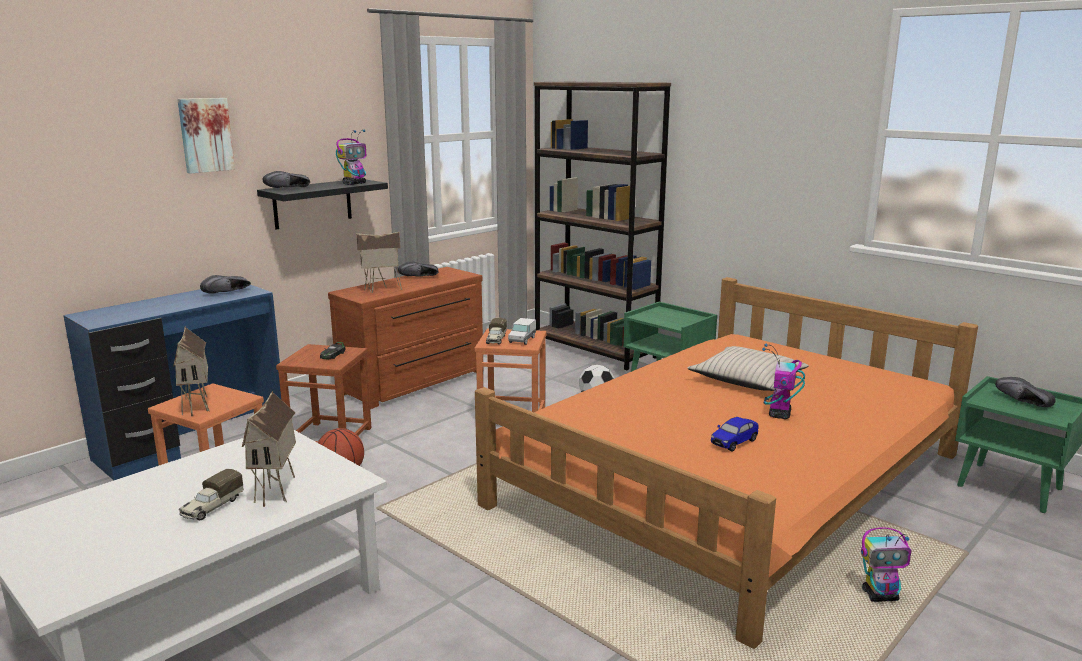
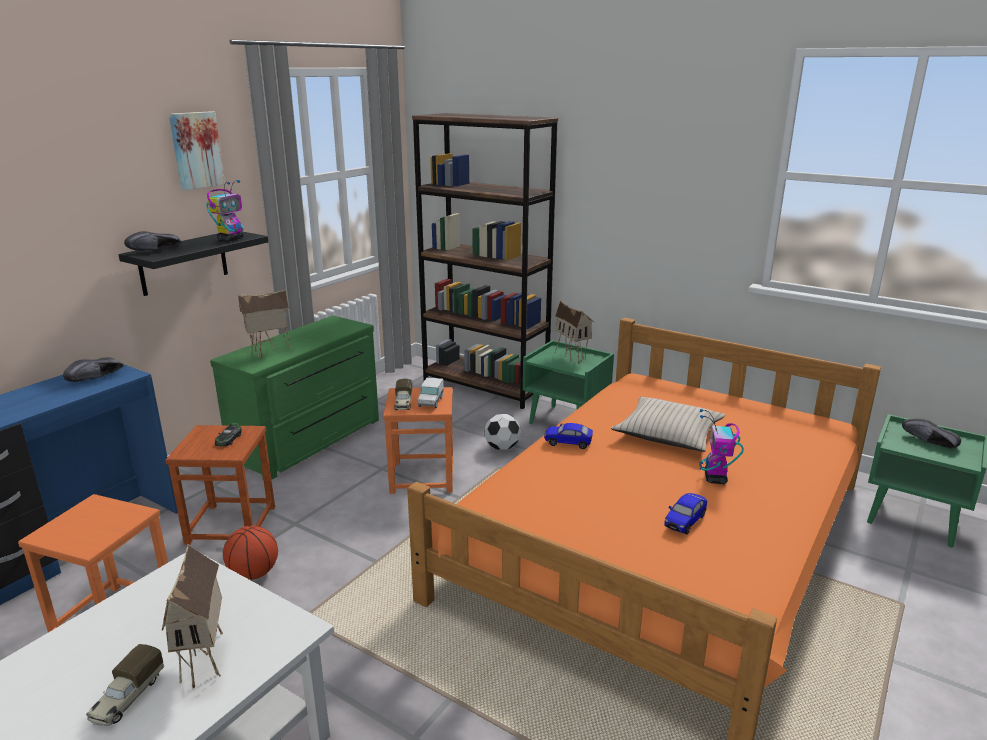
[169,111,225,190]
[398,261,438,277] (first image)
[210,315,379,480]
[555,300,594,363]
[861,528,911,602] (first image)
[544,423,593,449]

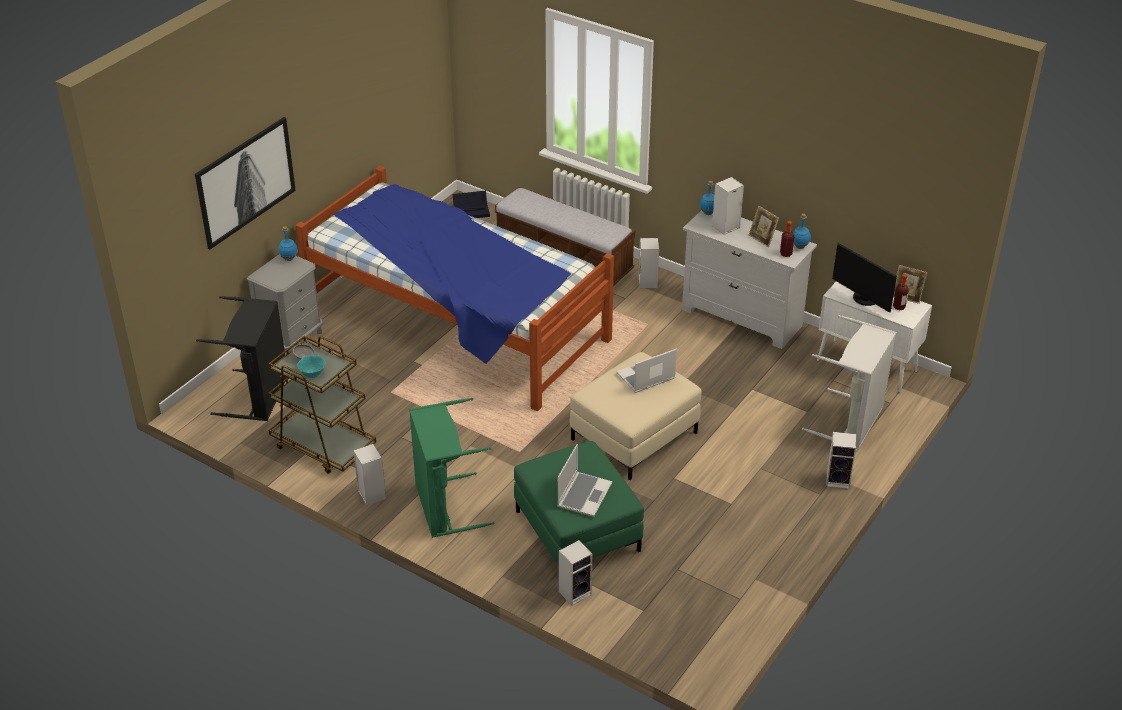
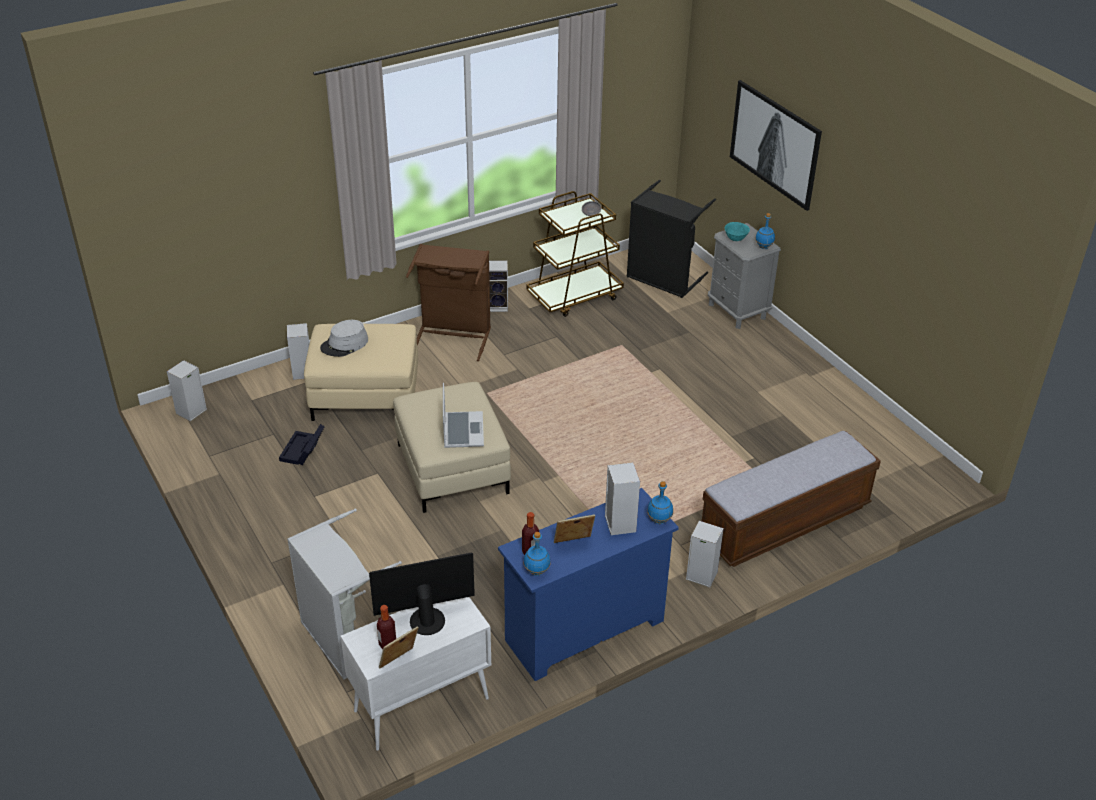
[295,166,614,411] (first image)
[279,424,325,465]
[498,488,679,681]
[725,222,750,241]
[406,244,491,361]
[167,360,207,422]
[304,324,418,421]
[320,320,368,357]

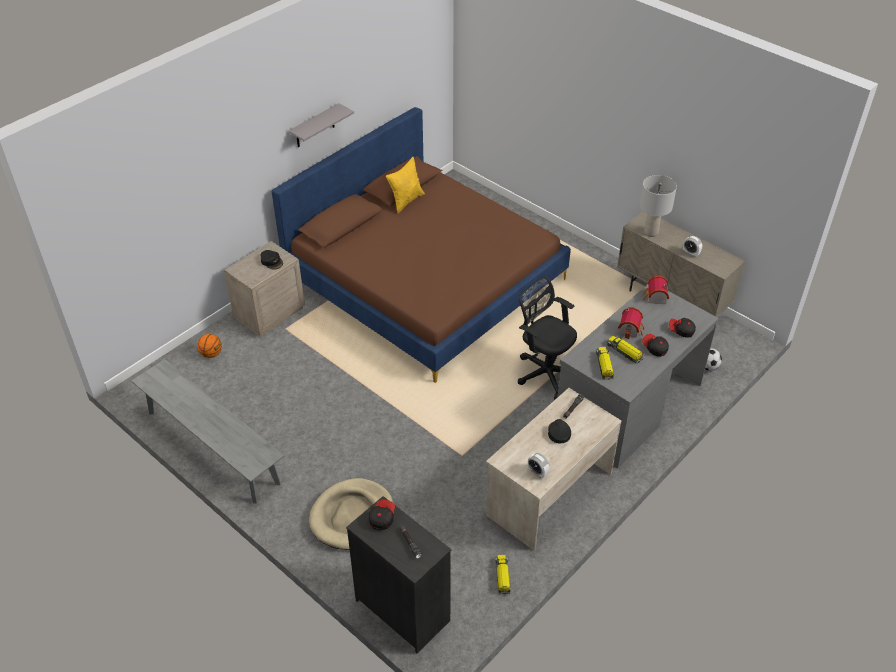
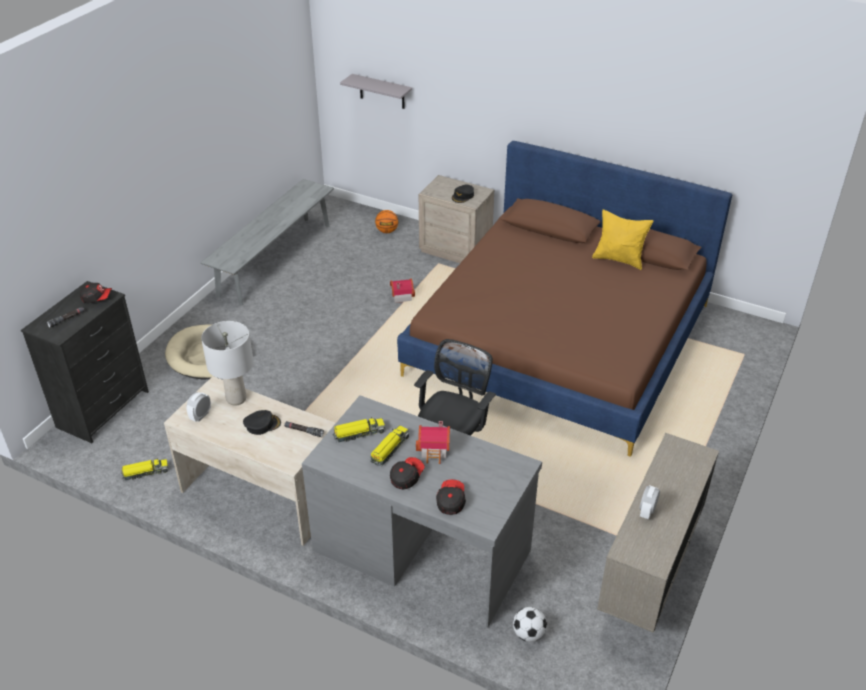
[340,74,412,109]
[201,321,254,406]
[390,278,415,303]

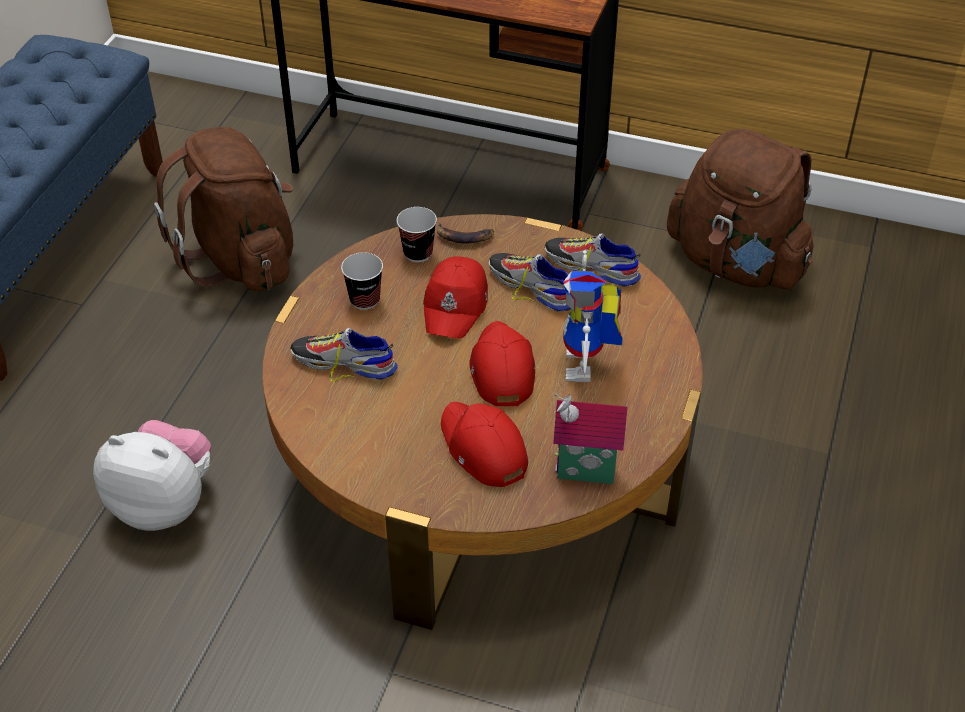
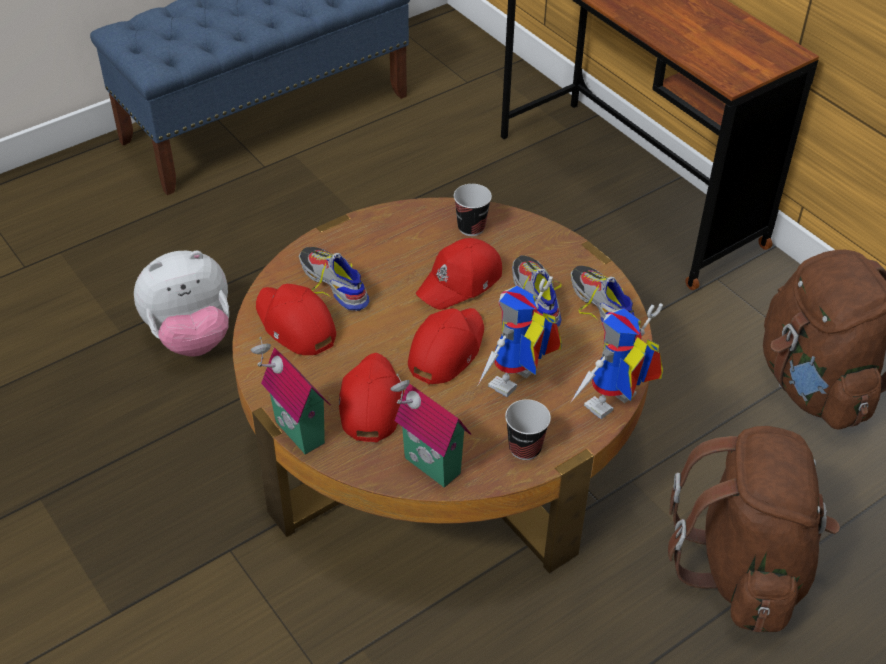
[668,426,840,632]
[437,222,494,244] (first image)
[505,399,551,460]
[134,250,229,357]
[256,284,336,355]
[570,303,663,419]
[251,337,331,455]

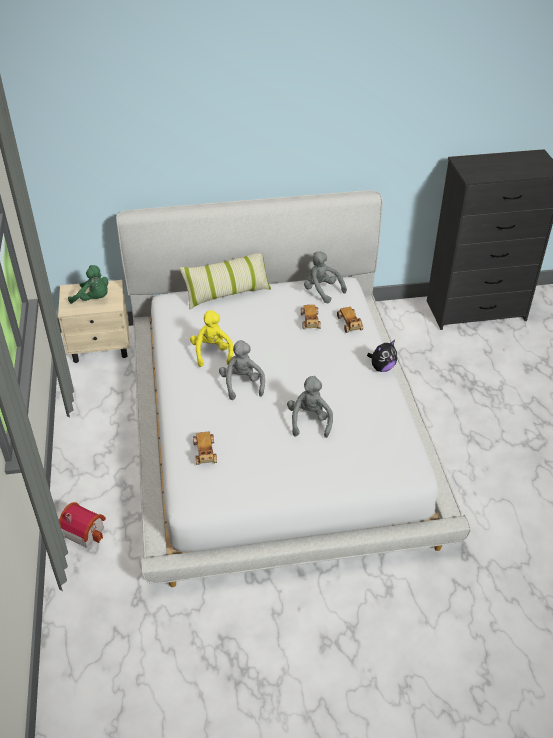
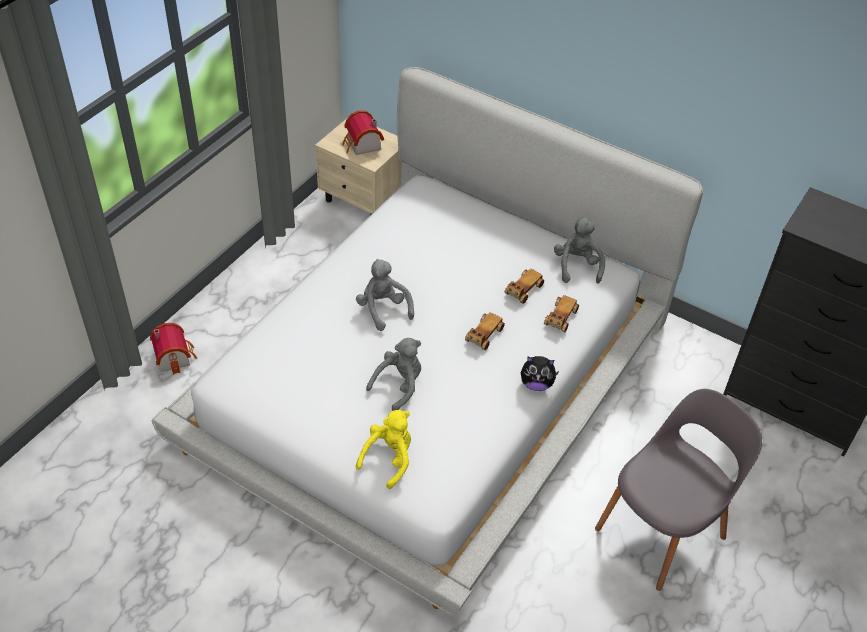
[180,253,271,310] (first image)
[342,111,384,155]
[356,410,411,489]
[356,259,414,331]
[465,312,505,350]
[595,389,762,591]

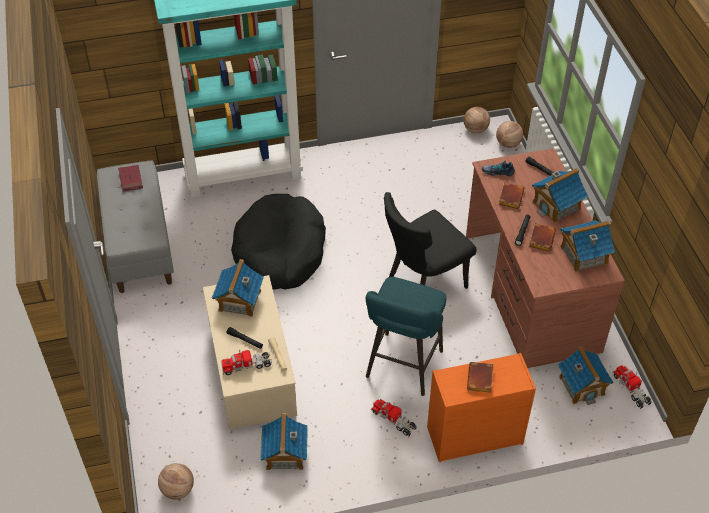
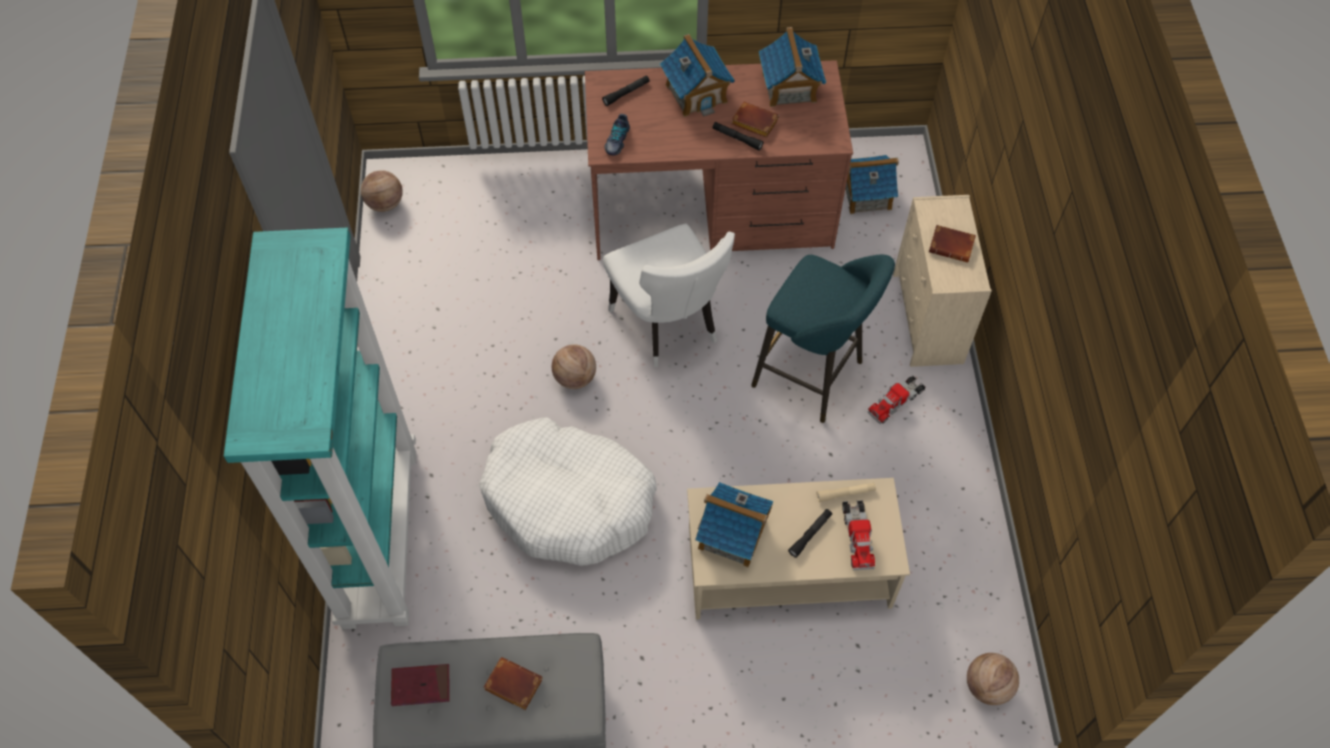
[552,344,596,389]
[484,657,543,710]
[603,224,735,367]
[479,418,657,566]
[893,195,992,367]
[613,365,652,409] (first image)
[260,413,308,470] (first image)

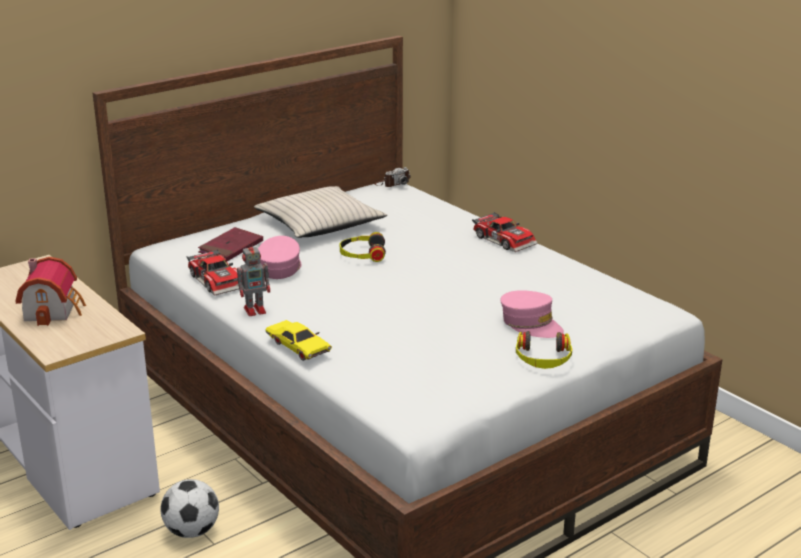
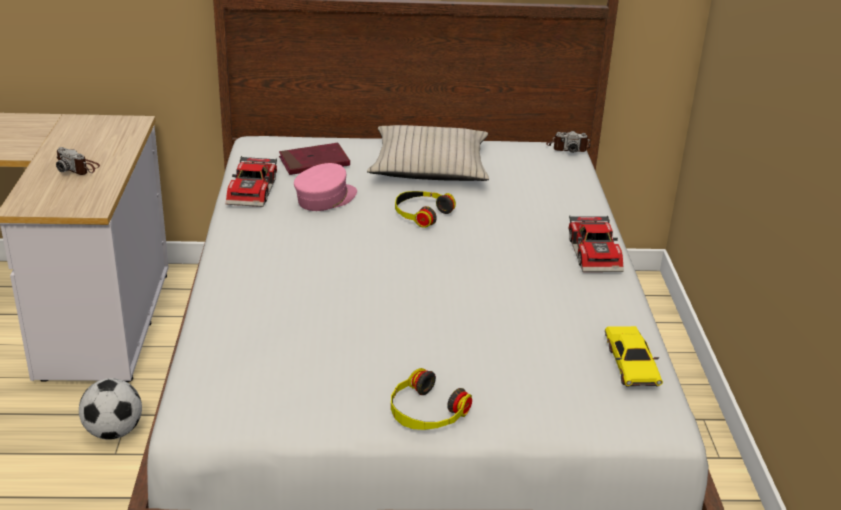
[237,241,270,316] (first image)
[56,147,100,175]
[501,290,564,338] (first image)
[605,326,663,387]

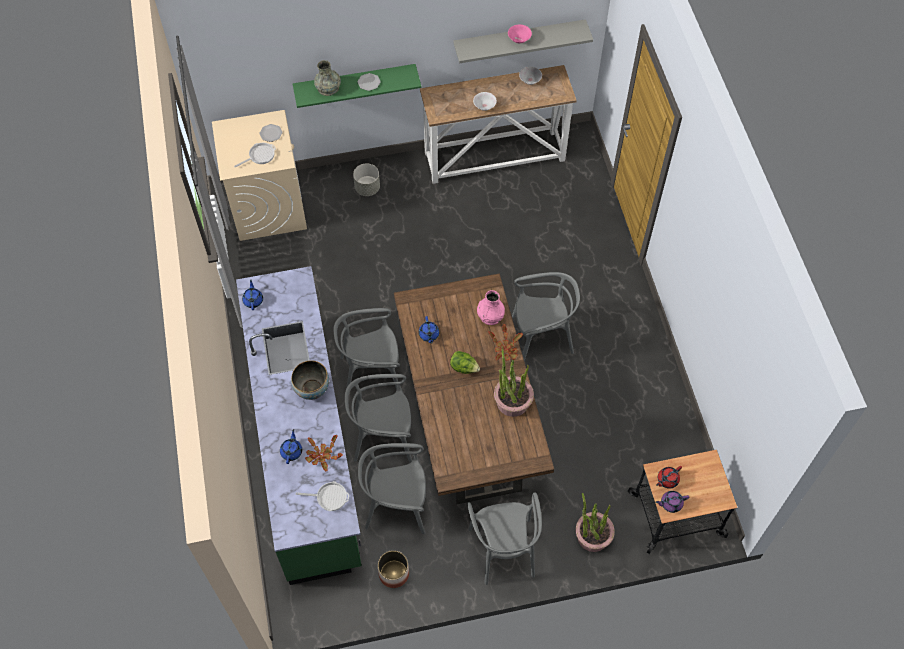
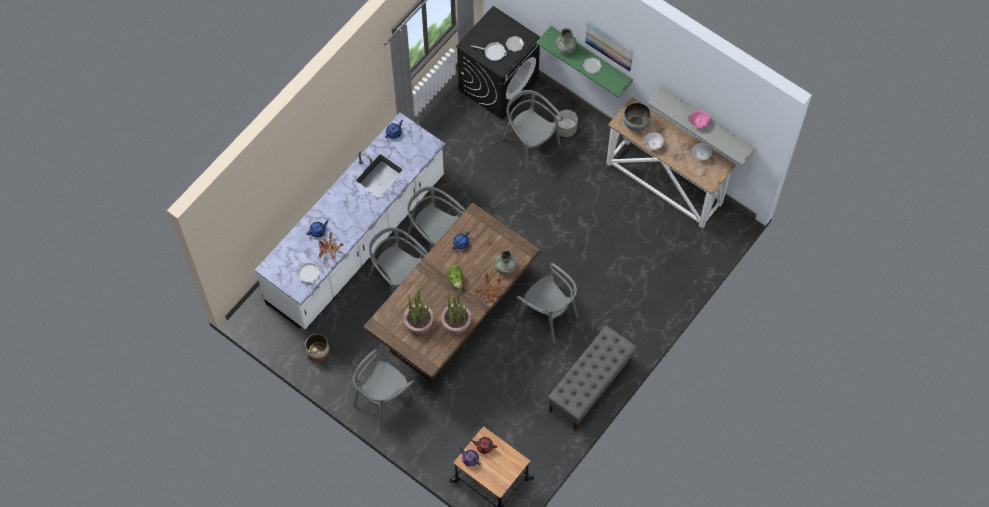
[456,6,540,120]
[255,113,445,329]
[494,250,516,275]
[623,103,651,131]
[502,90,563,170]
[404,283,434,334]
[585,22,633,72]
[548,326,637,431]

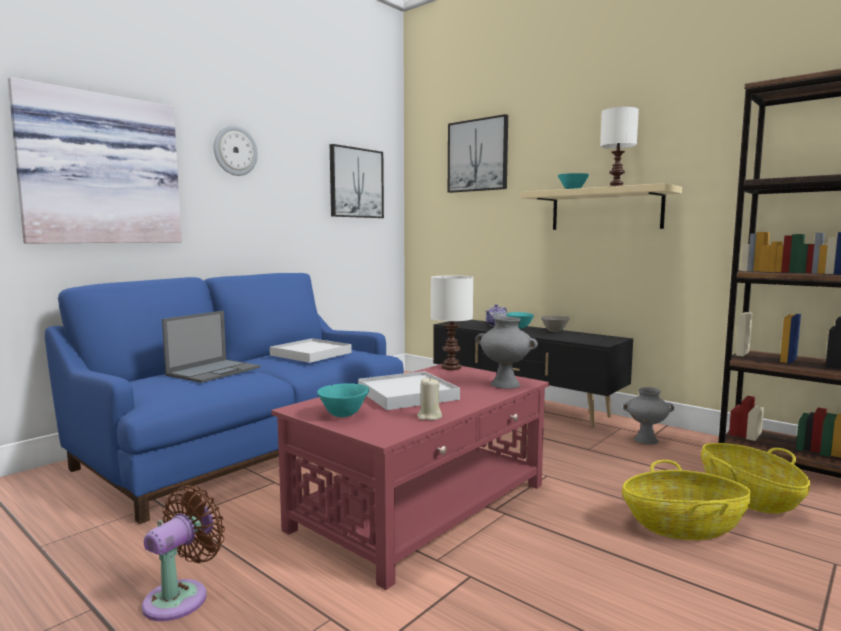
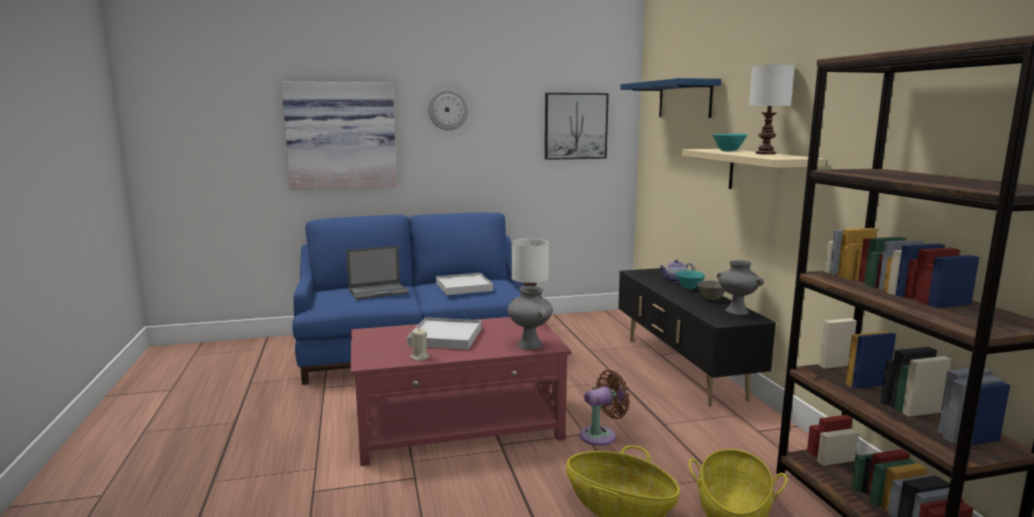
[620,78,721,118]
[317,383,369,417] (first image)
[717,260,764,315]
[580,370,630,446]

